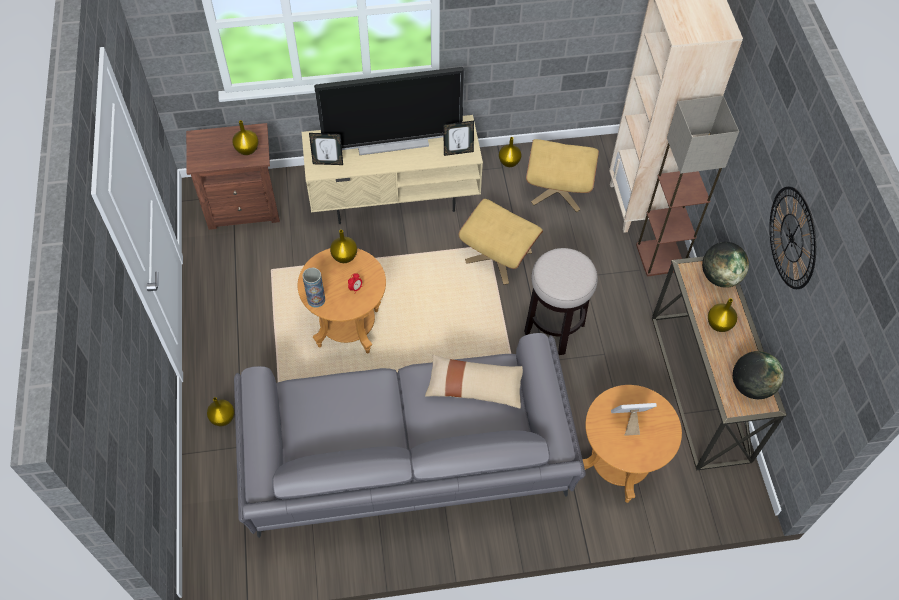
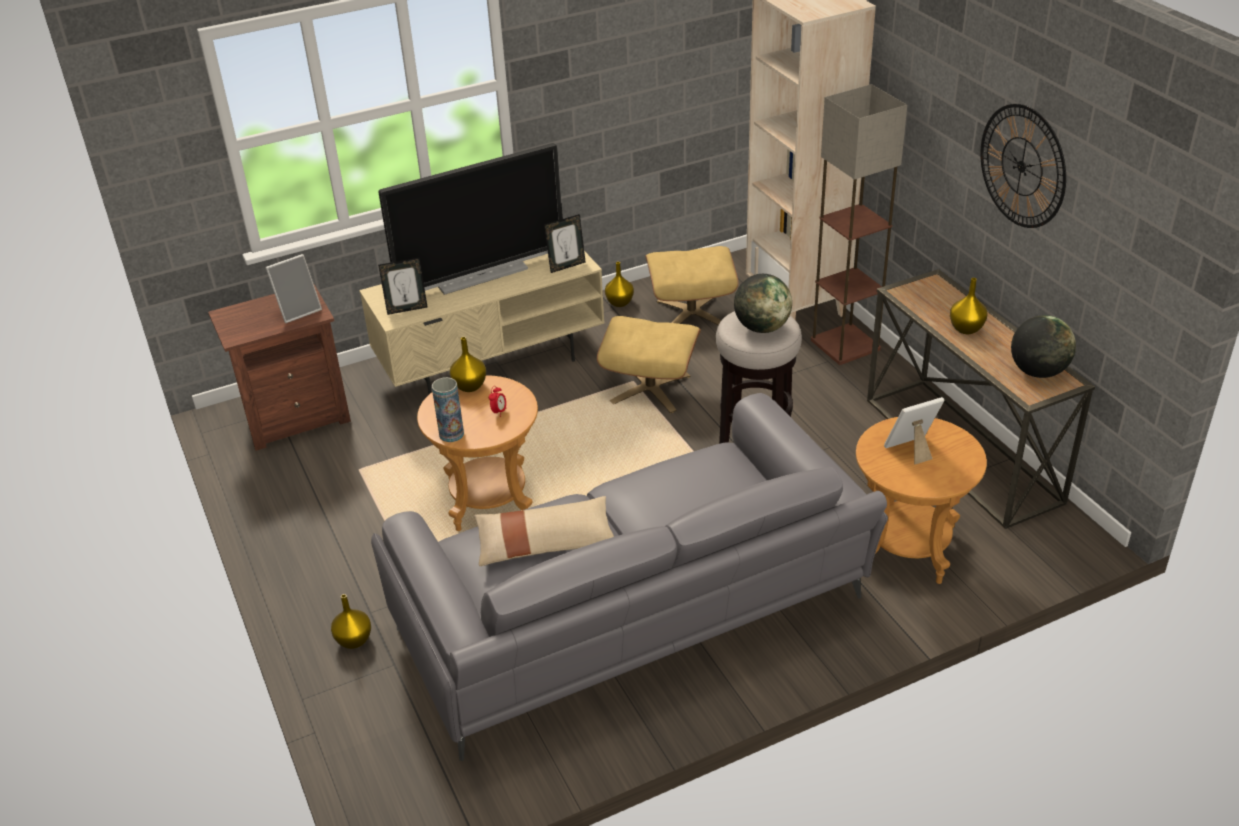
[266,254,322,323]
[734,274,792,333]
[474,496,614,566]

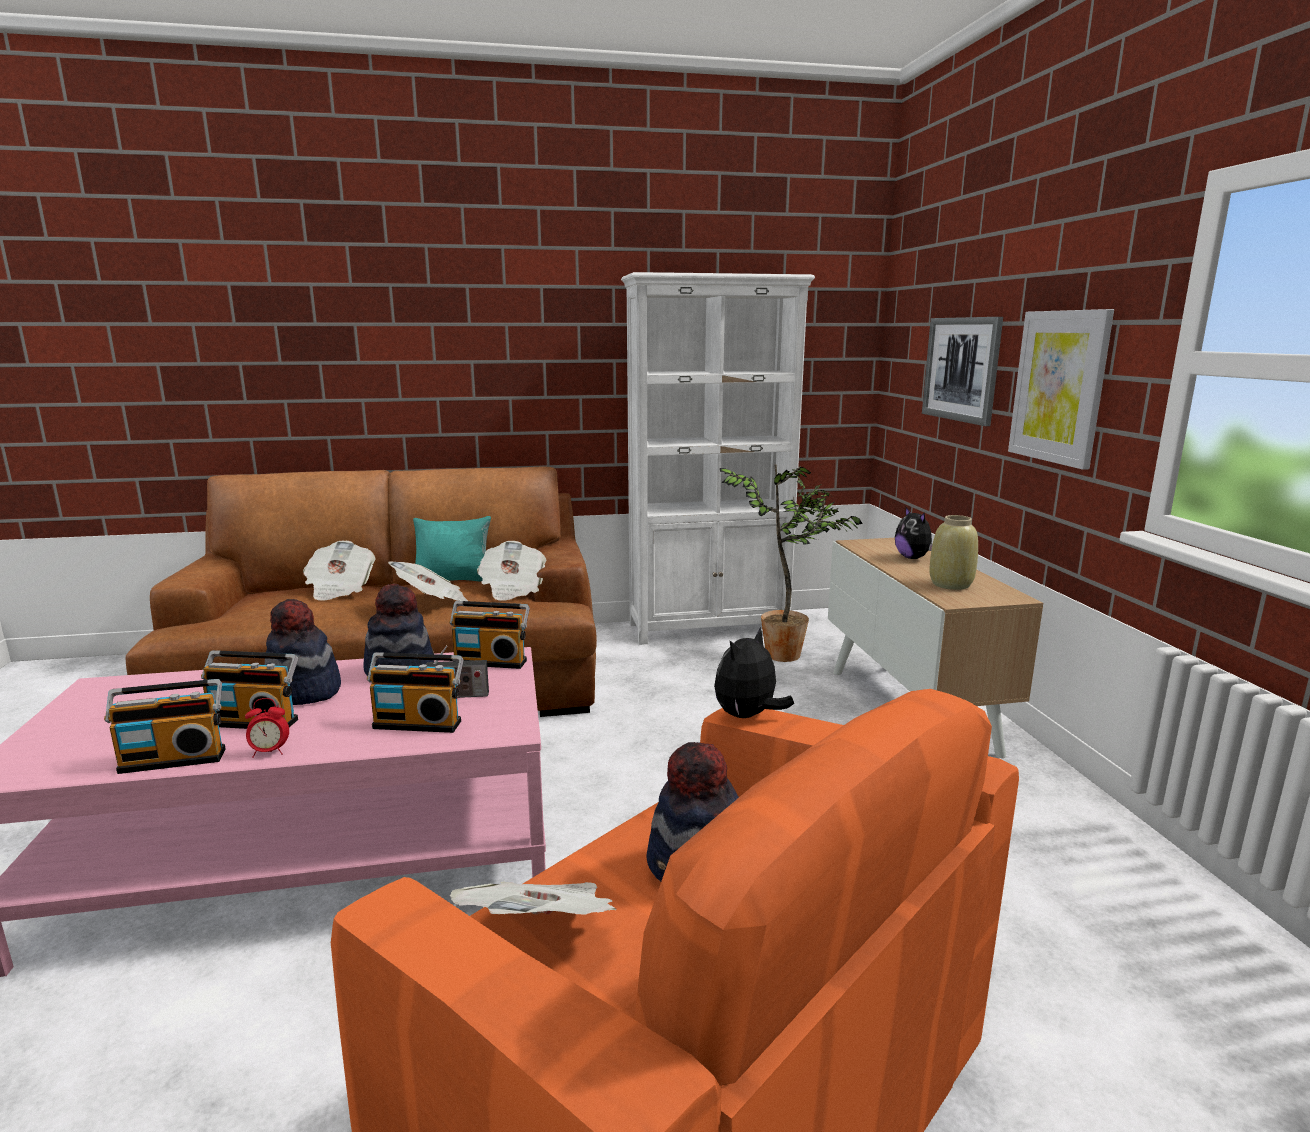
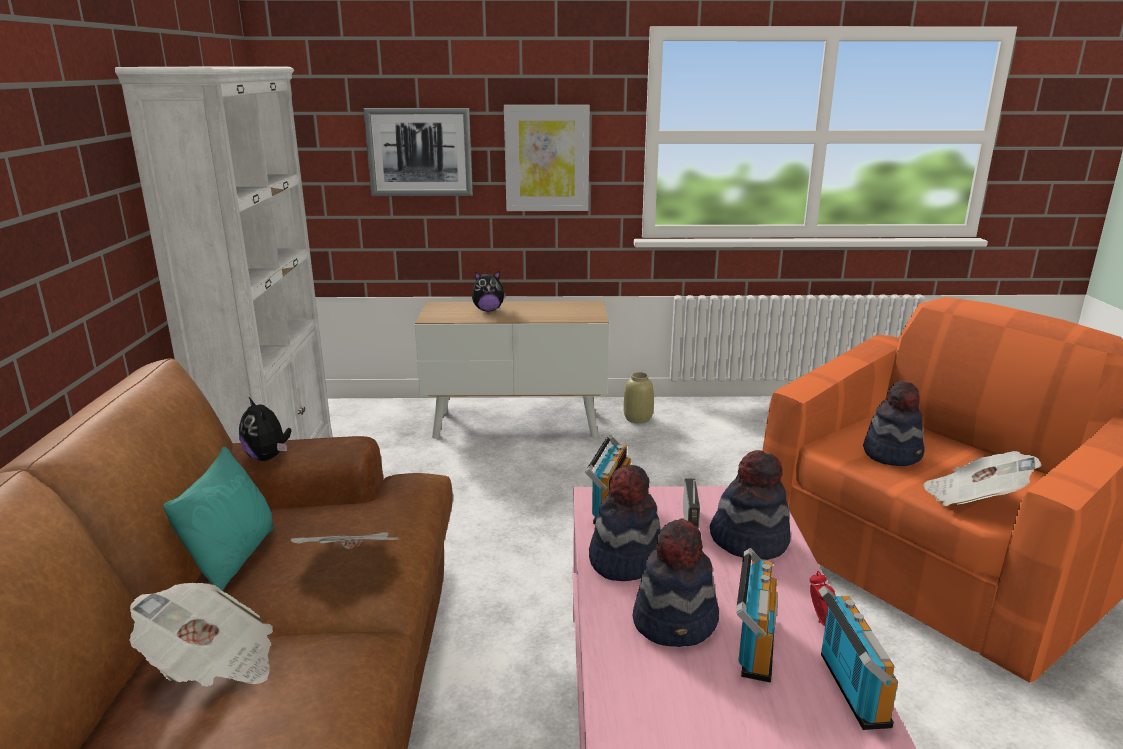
[720,464,863,662] (first image)
[624,372,654,424]
[477,541,546,601] (first image)
[239,396,291,461]
[710,450,791,560]

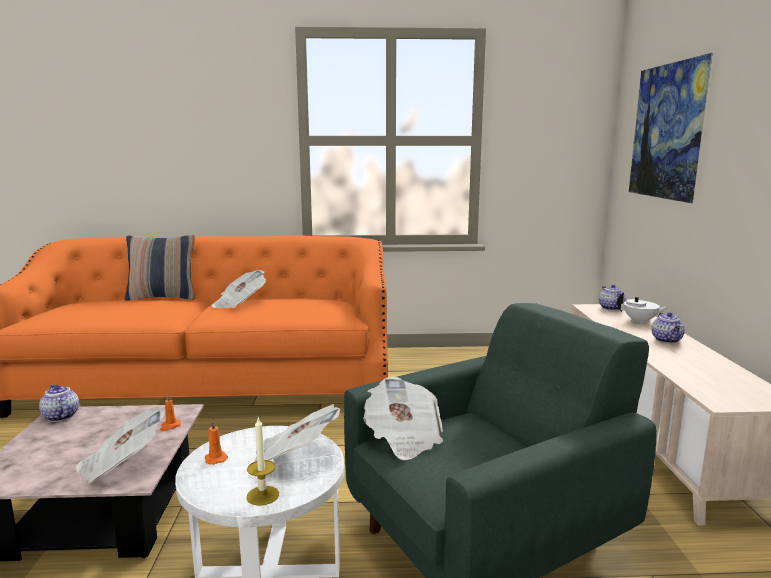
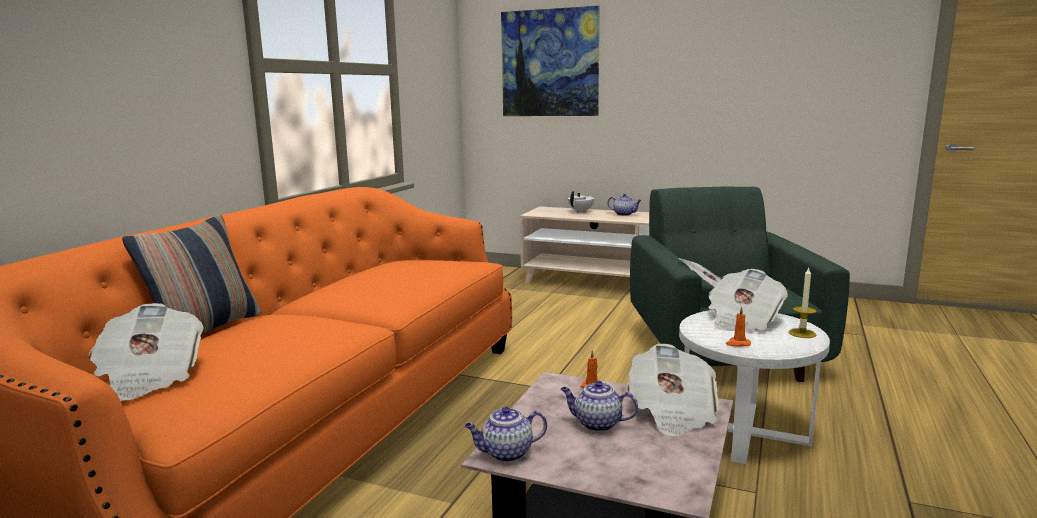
[89,303,204,401]
[561,381,638,432]

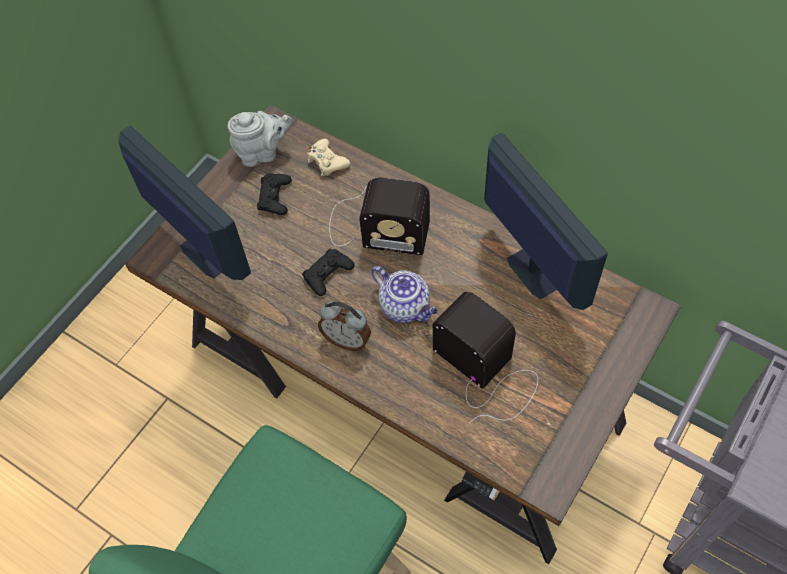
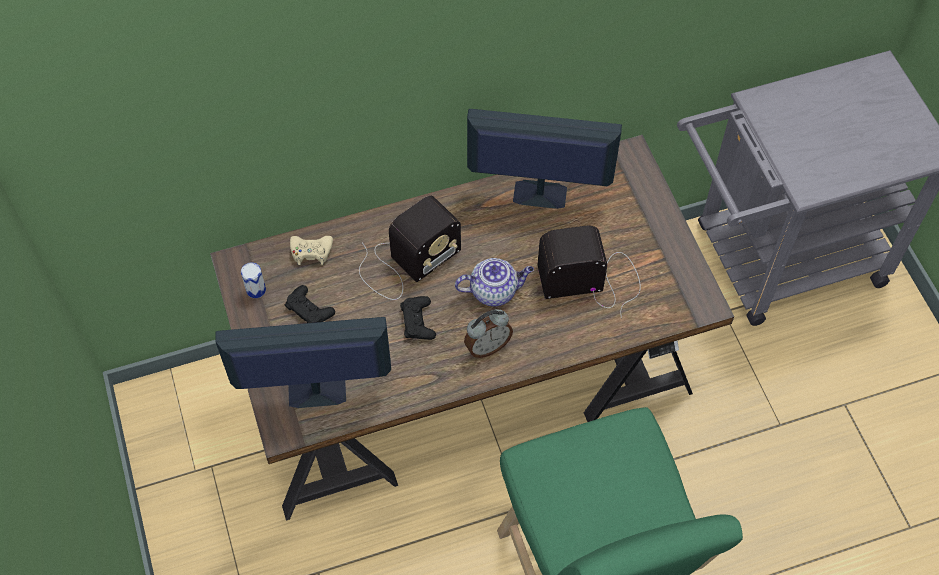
[241,262,266,298]

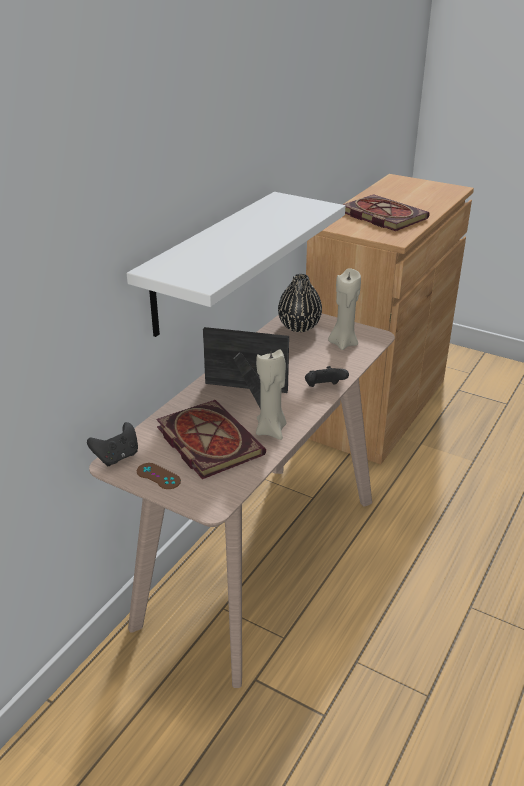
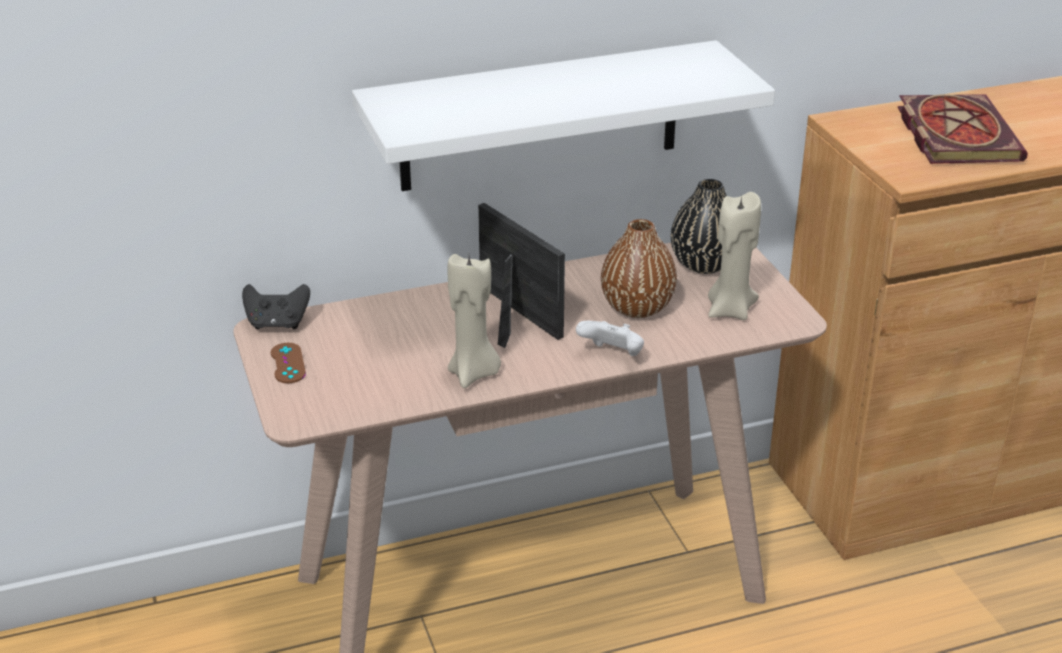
[576,321,644,356]
[156,400,266,479] (first image)
[601,219,677,318]

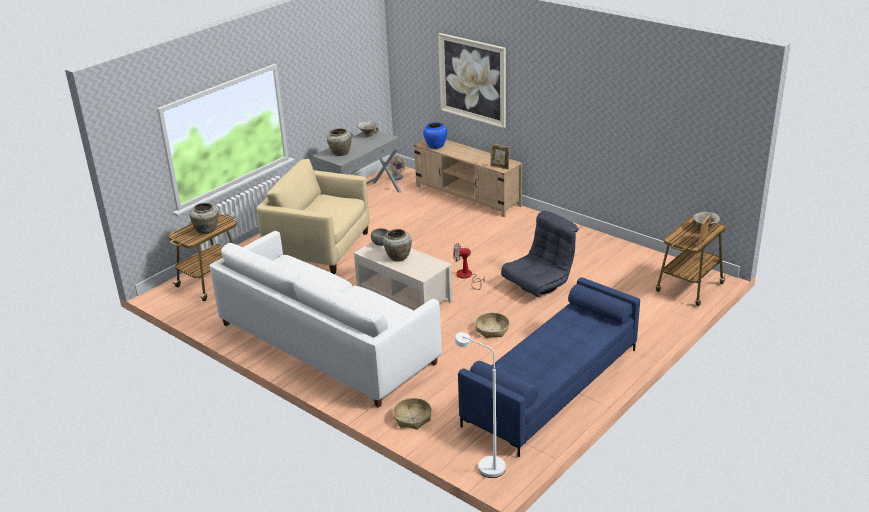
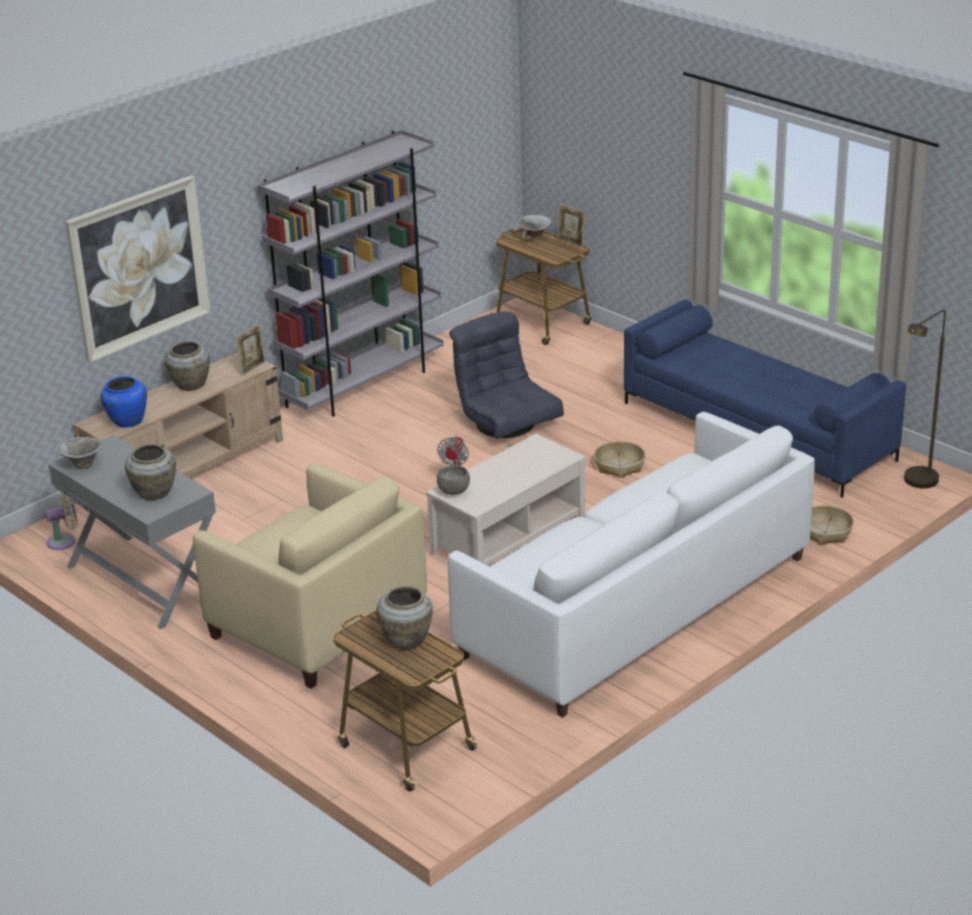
[193,463,427,689]
[165,341,210,391]
[904,310,946,488]
[257,130,443,417]

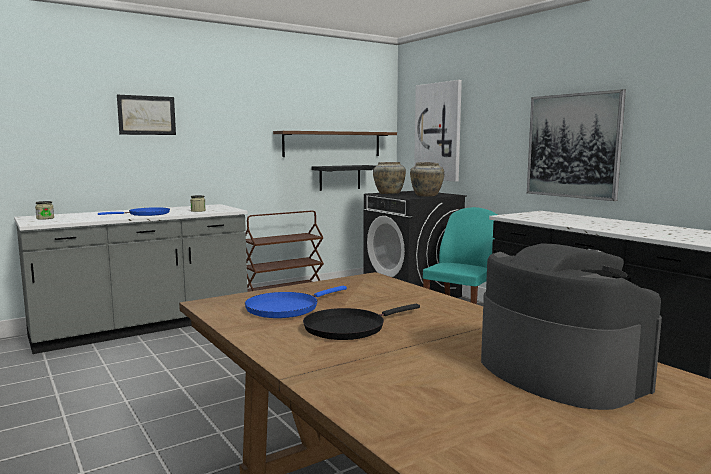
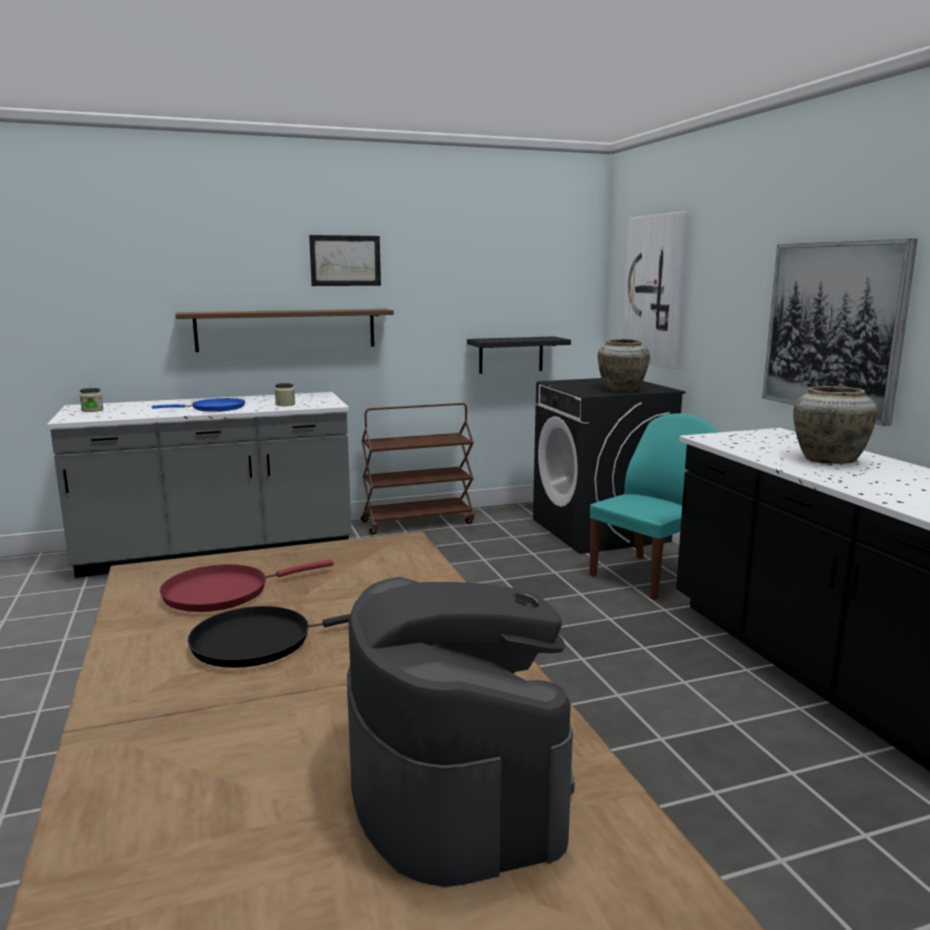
[309,235,381,286]
[175,309,394,352]
[793,386,878,464]
[160,560,334,612]

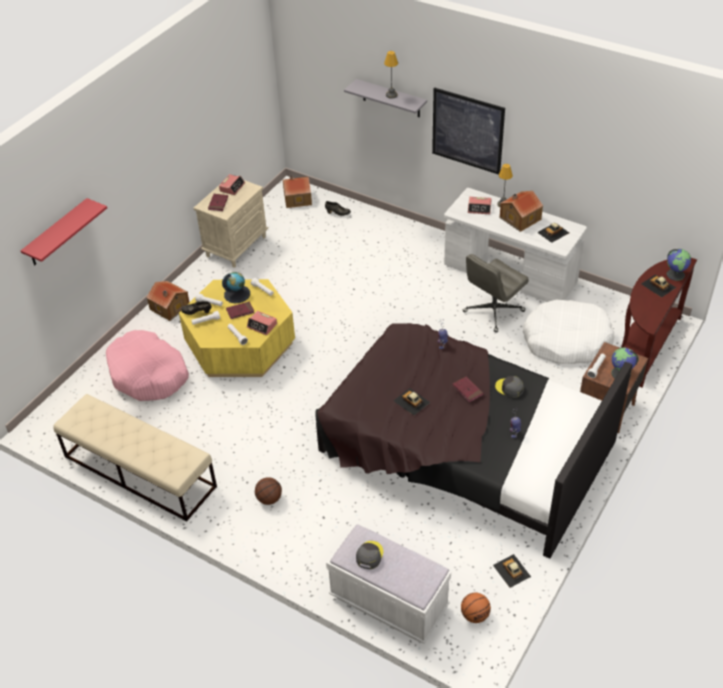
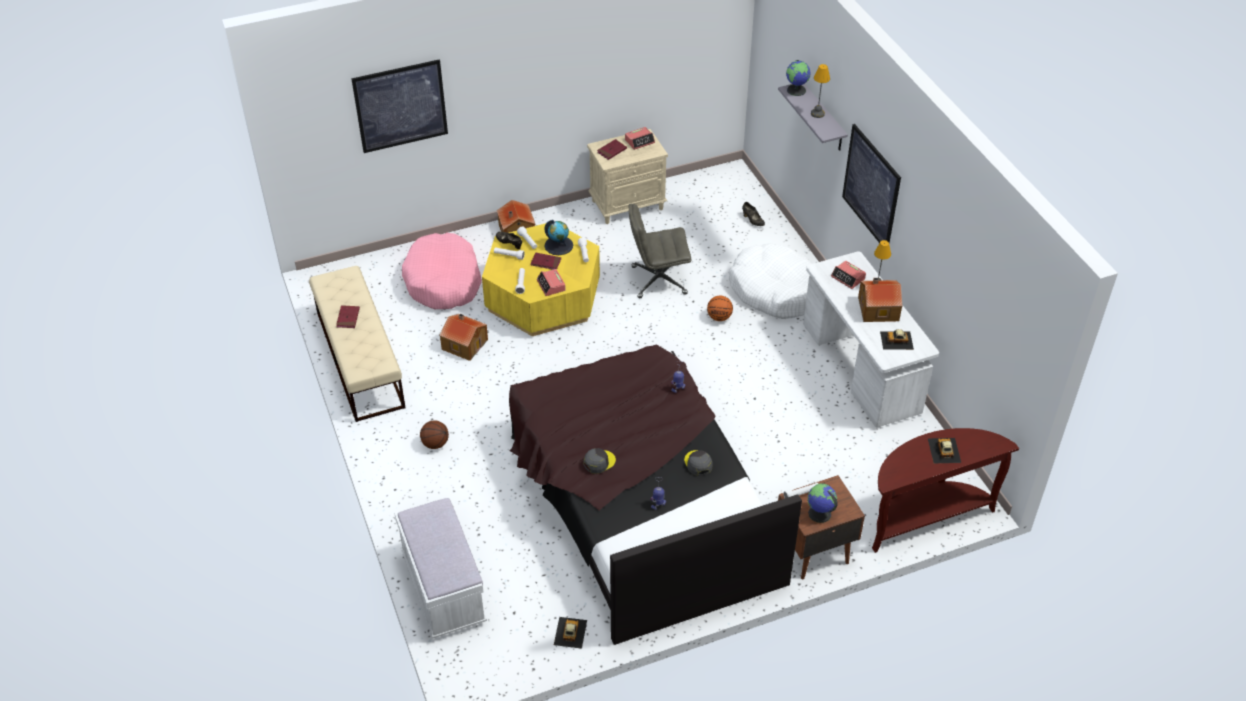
[439,314,488,361]
[351,60,448,153]
[786,60,811,96]
[629,203,691,298]
[729,243,812,319]
[336,305,360,328]
[394,388,430,416] (first image)
[583,448,616,474]
[707,296,733,321]

